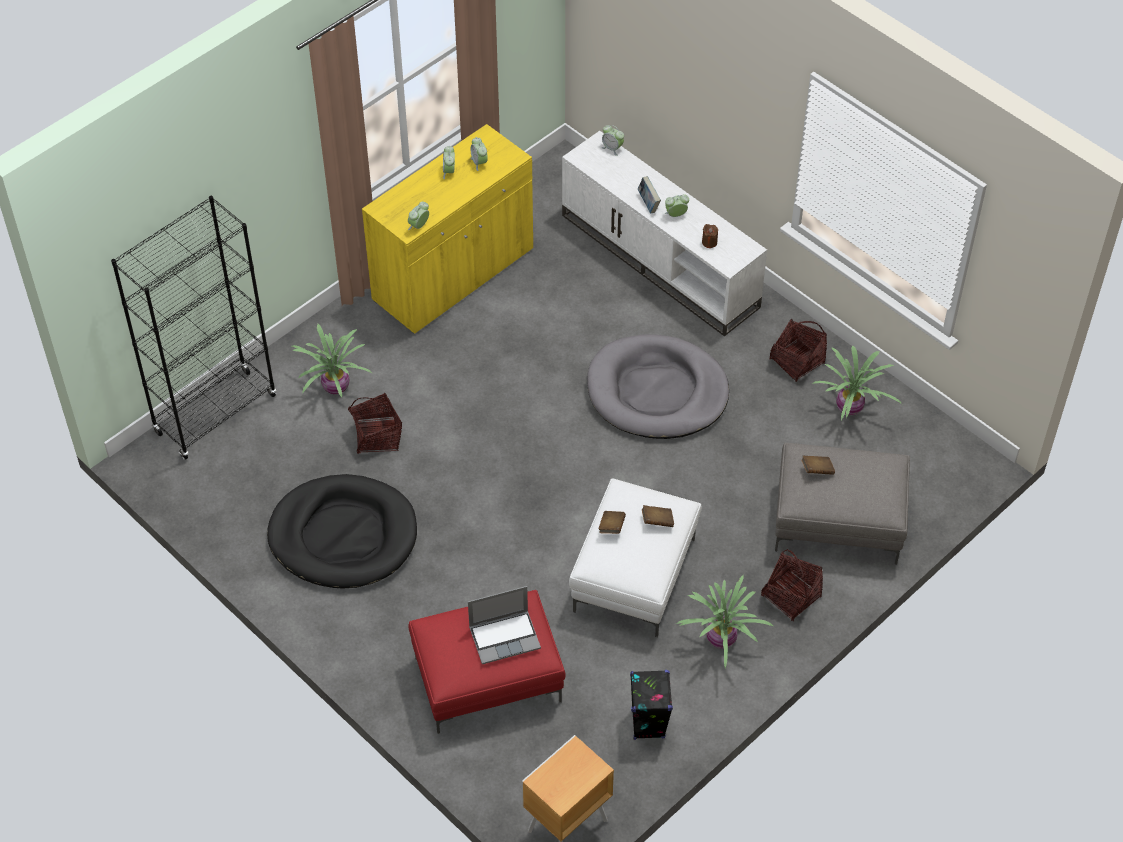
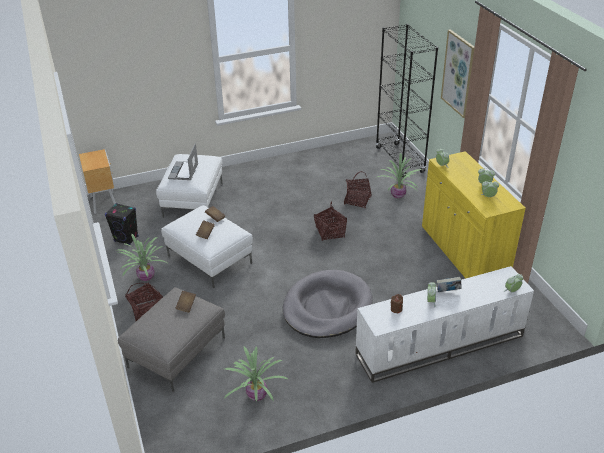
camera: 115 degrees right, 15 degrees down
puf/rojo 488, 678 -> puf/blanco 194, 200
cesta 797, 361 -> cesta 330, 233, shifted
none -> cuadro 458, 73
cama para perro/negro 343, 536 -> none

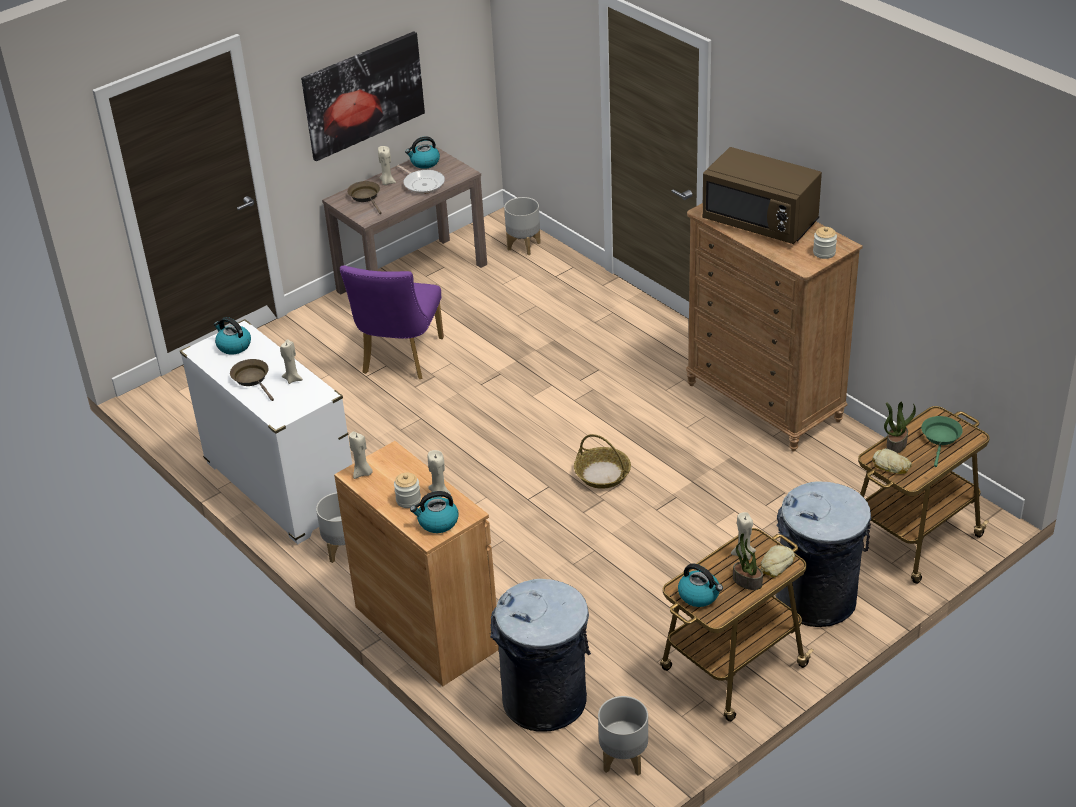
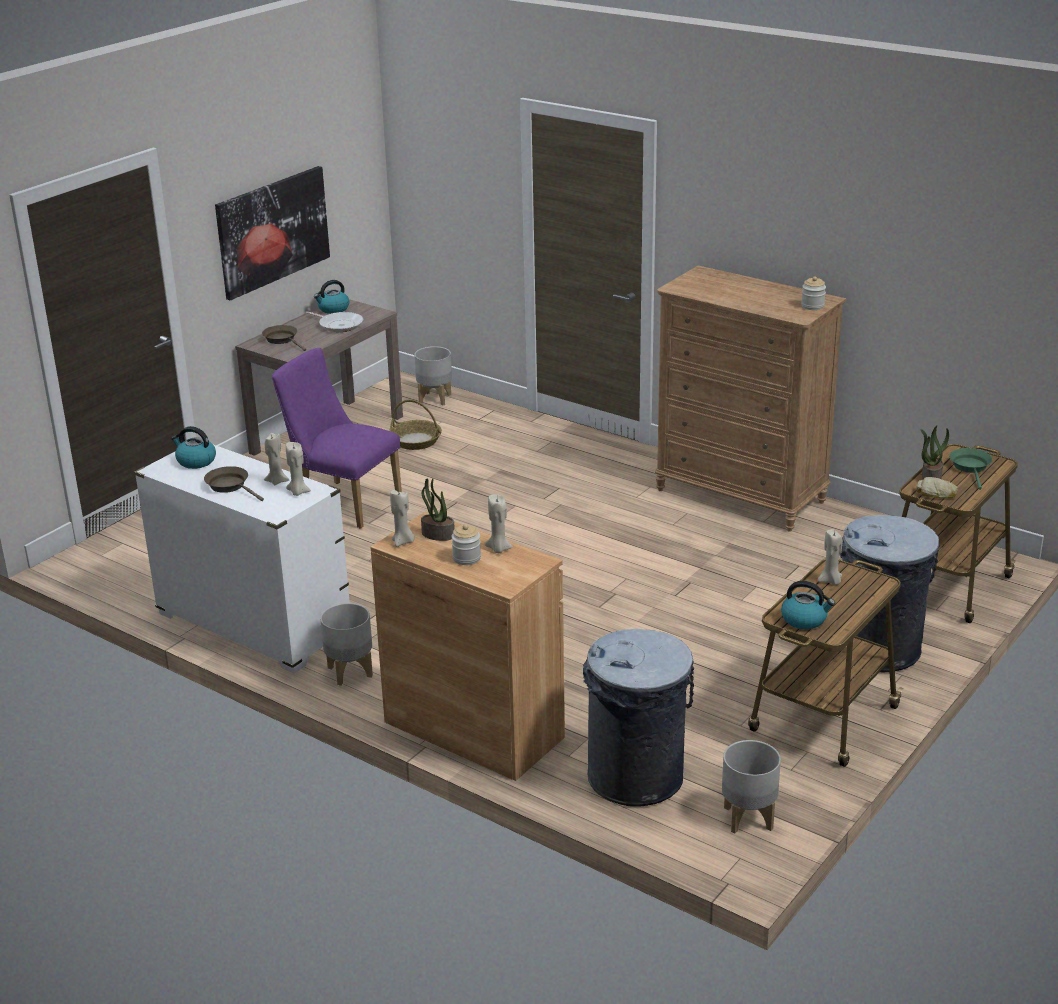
camera: 15 degrees left, 10 degrees down
silla/morado 400, 360 -> silla/morado 342, 502, 120 degrees clockwise
vela/beis 387, 182 -> vela/beis 298, 492, shifted
cesta 602, 474 -> cesta 415, 441, shifted
planta en maceta 746, 581 -> planta en maceta 437, 535, shifted
hervidor 437, 522 -> none
microondas/marrón 761, 222 -> none
pan 775, 564 -> none

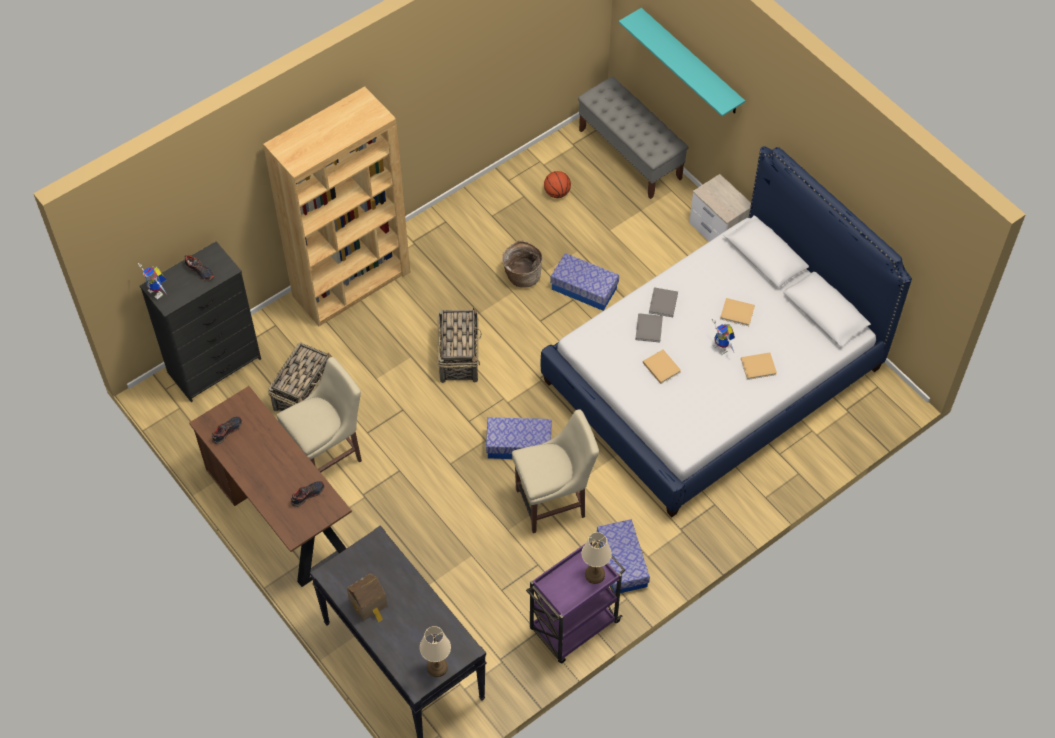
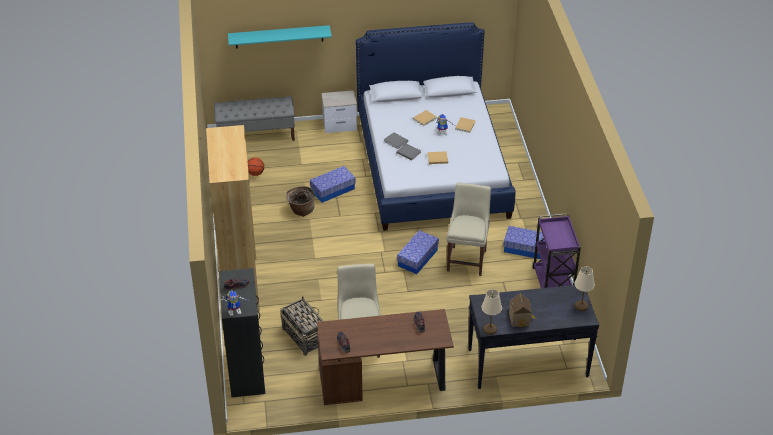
camera: 60 degrees left, 15 degrees down
lámpara de mesa/beis 595, 574 -> lámpara de mesa/beis 490, 329, shifted
cesta 459, 356 -> none

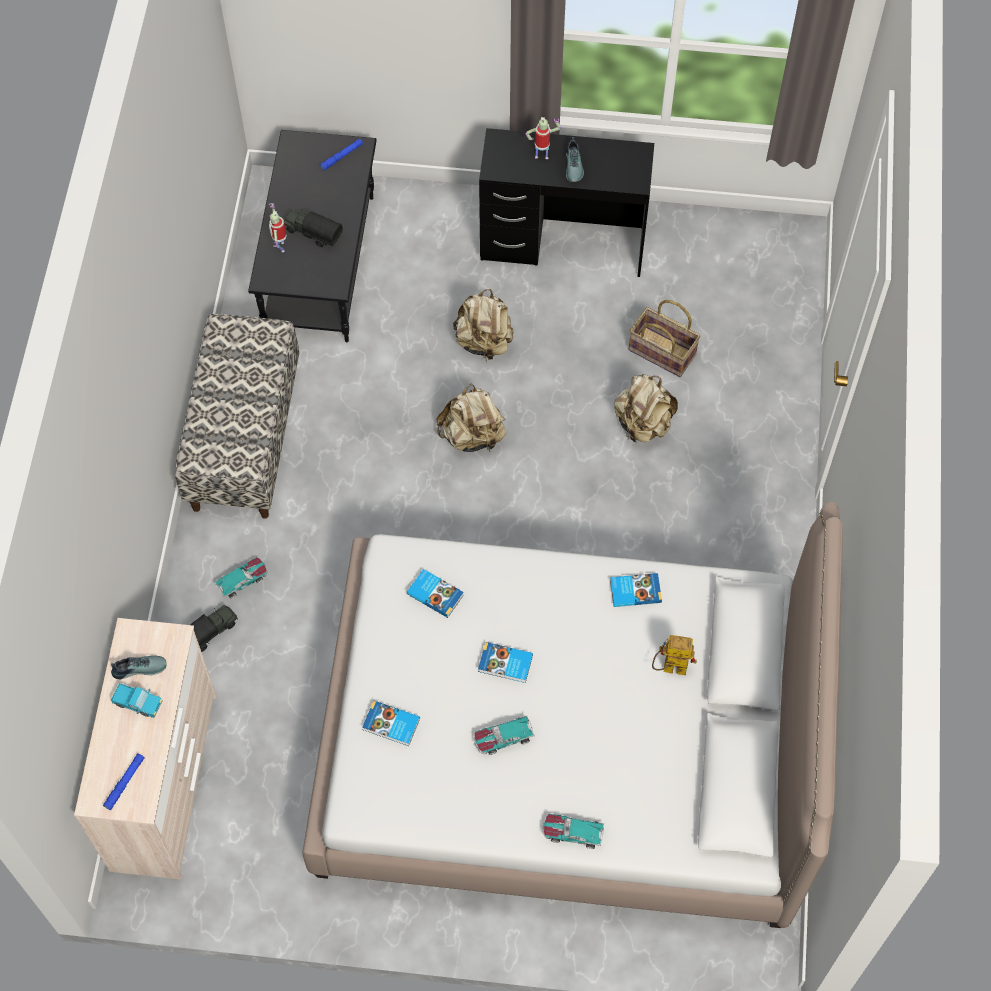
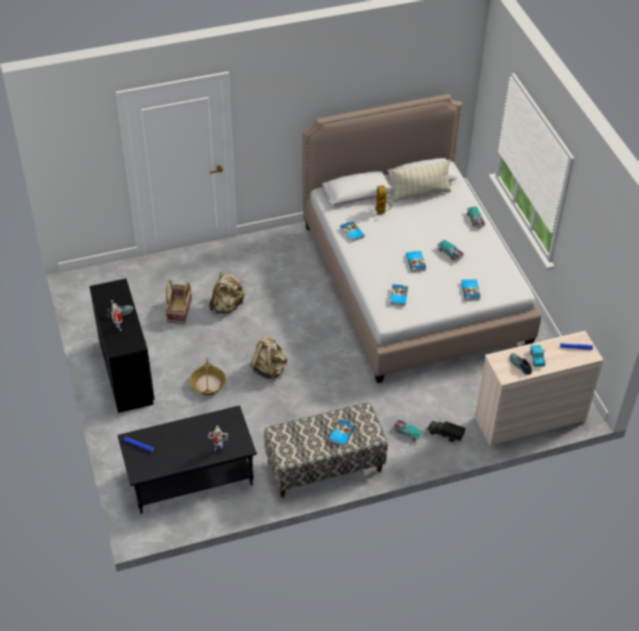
camera: 115 degrees left, 15 degrees down
mochila/beis 484, 341 -> cesta 208, 384
none -> libro 341, 433
none -> cojín 420, 193
camión de juguete 312, 233 -> none

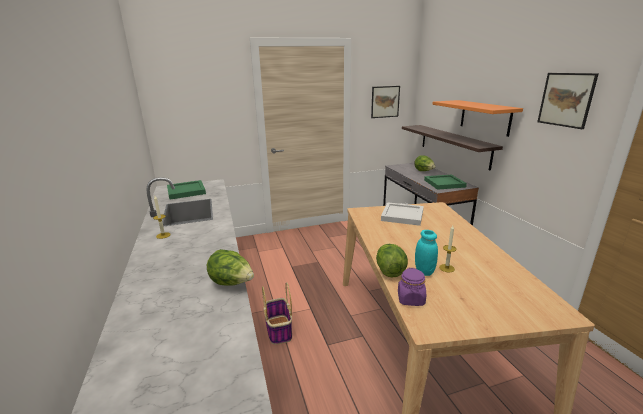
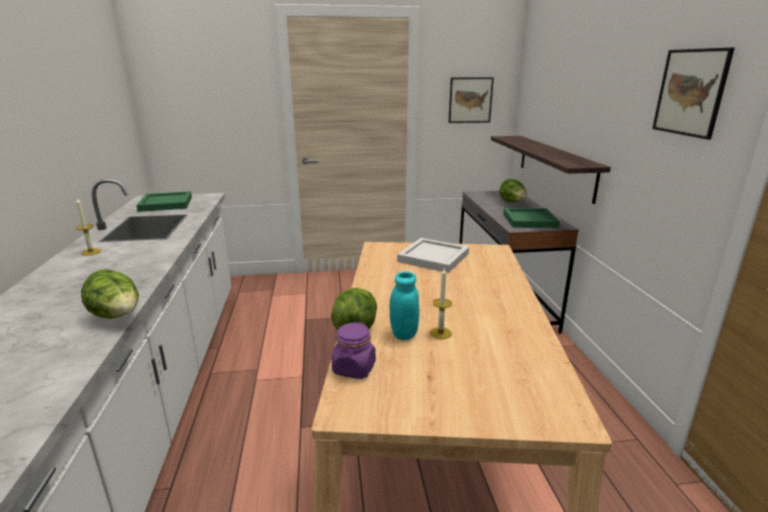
camera: 10 degrees right, 0 degrees up
cesta 278, 329 -> none
estante/naranja 485, 117 -> none

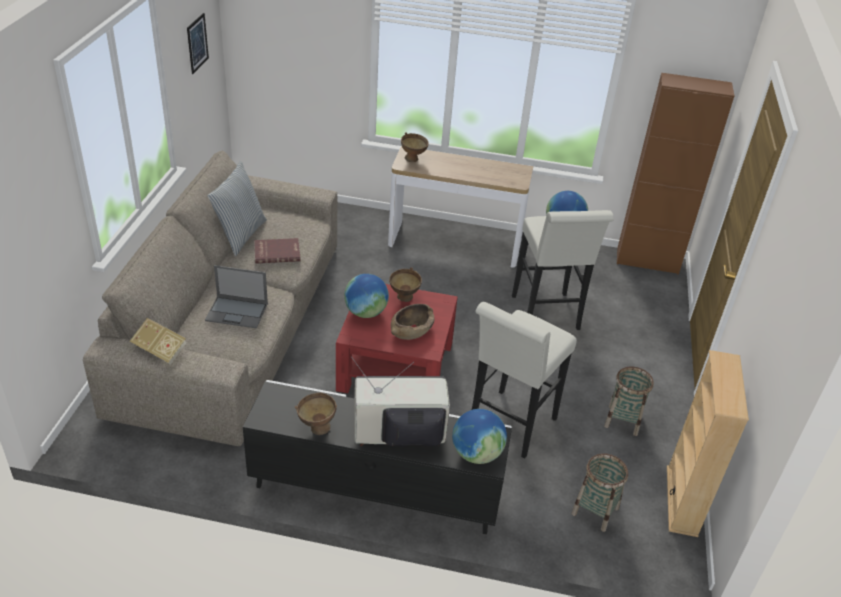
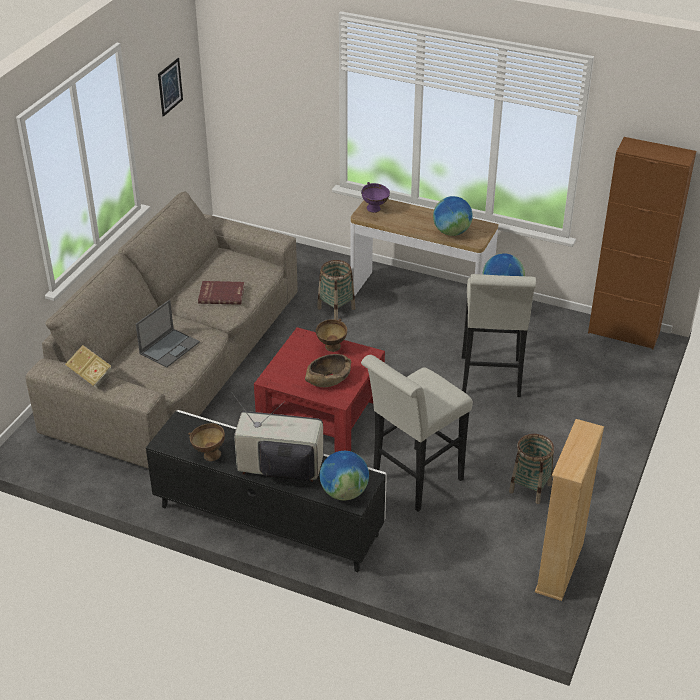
camera: 15 degrees right, 0 degrees up
portátil 237, 312 -> portátil 170, 347, 75 degrees counterclockwise
cesta 595, 511 -> cesta 336, 308, shifted
cuenco/marrón 413, 160 -> cuenco/morado 375, 210
globo terráqueo 366, 313 -> globo terráqueo 451, 232, shifted
cojín 240, 235 -> none

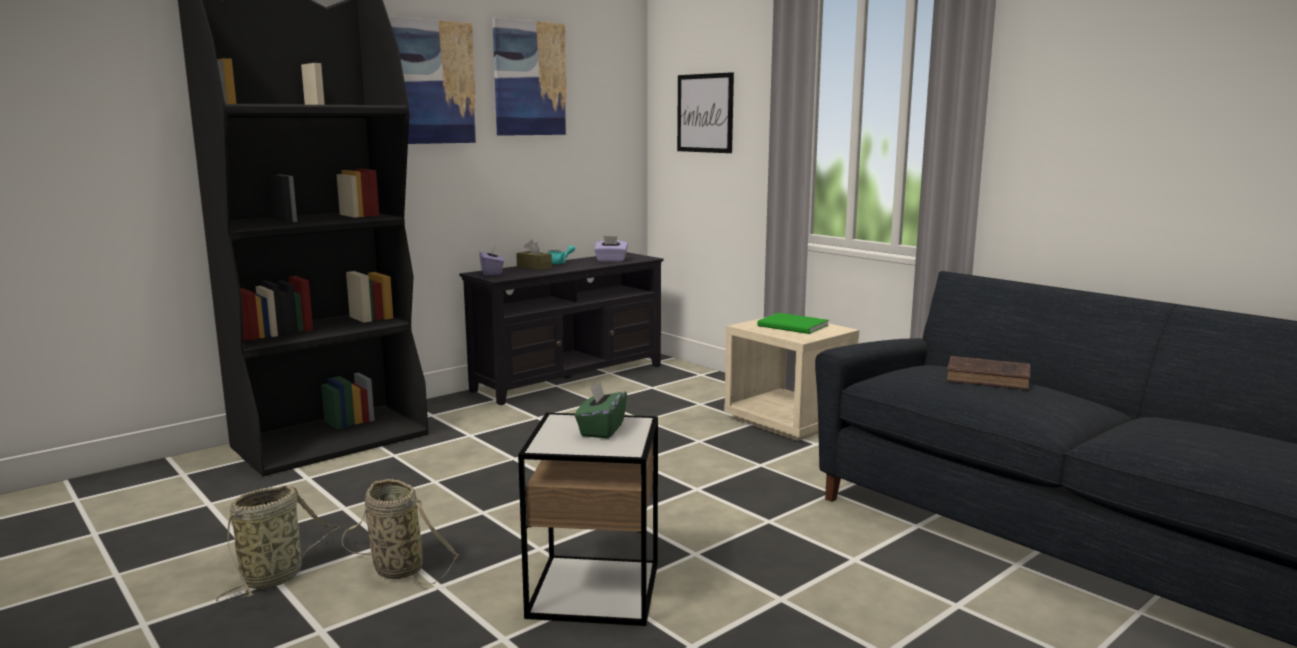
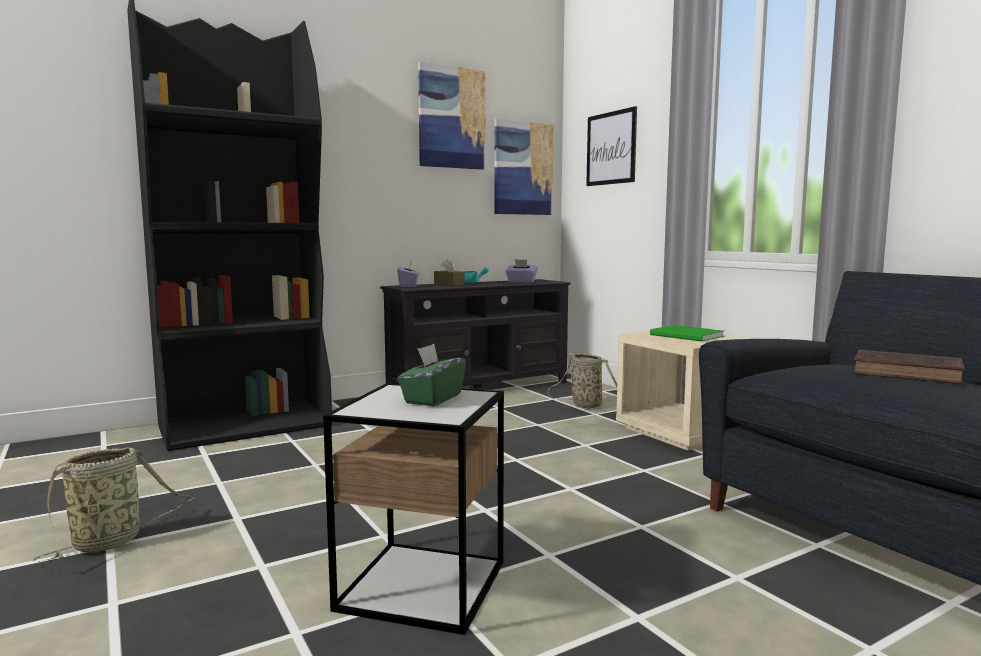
camera: 10 degrees right, 5 degrees down
cuadro 433, 82 -> cuadro 523, 168, shifted
cesta 395, 568 -> cesta 584, 405, shifted

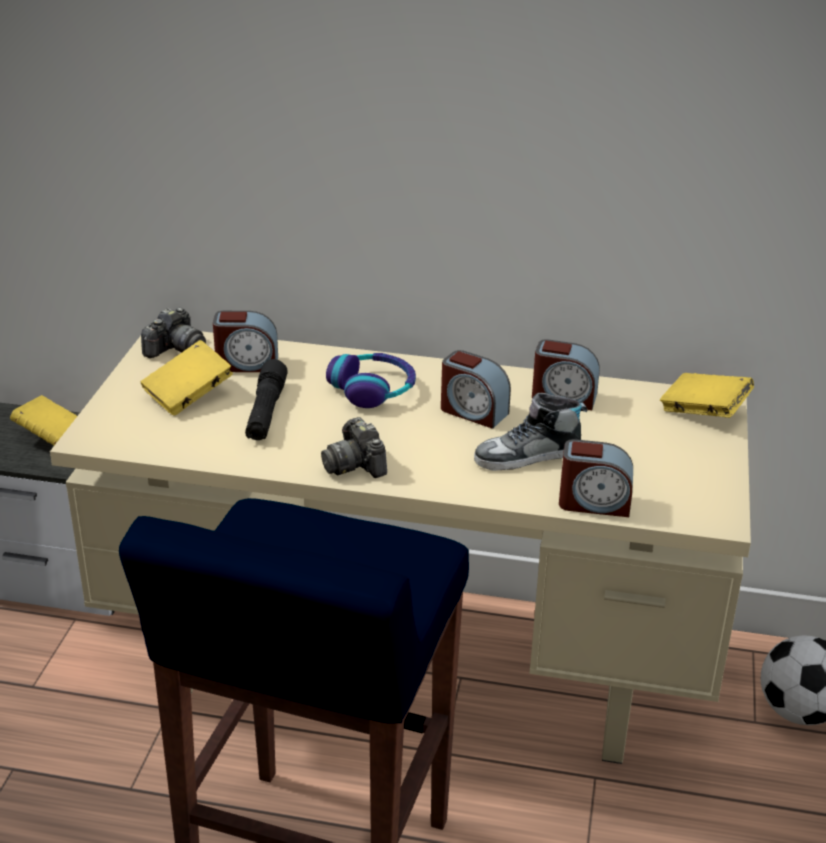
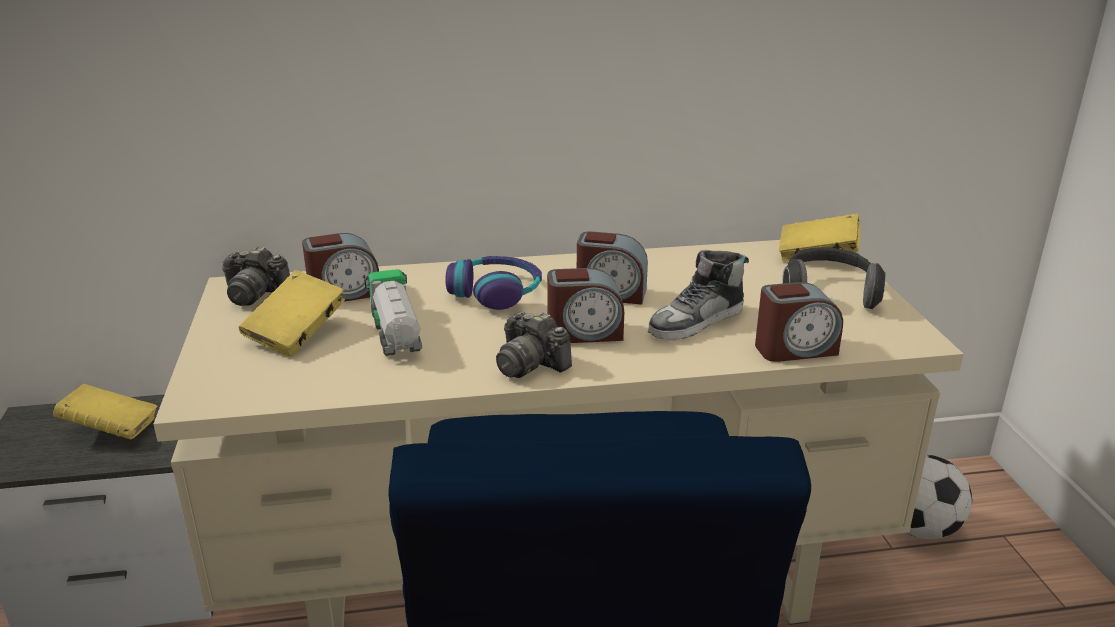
camera: 20 degrees left, 5 degrees down
cámara 175, 349 -> cámara 255, 294, 90 degrees clockwise
linterna/negro 266, 412 -> camión de juguete 396, 333
despertador 563, 397 -> despertador 584, 333, shifted
none -> auriculares 828, 293

